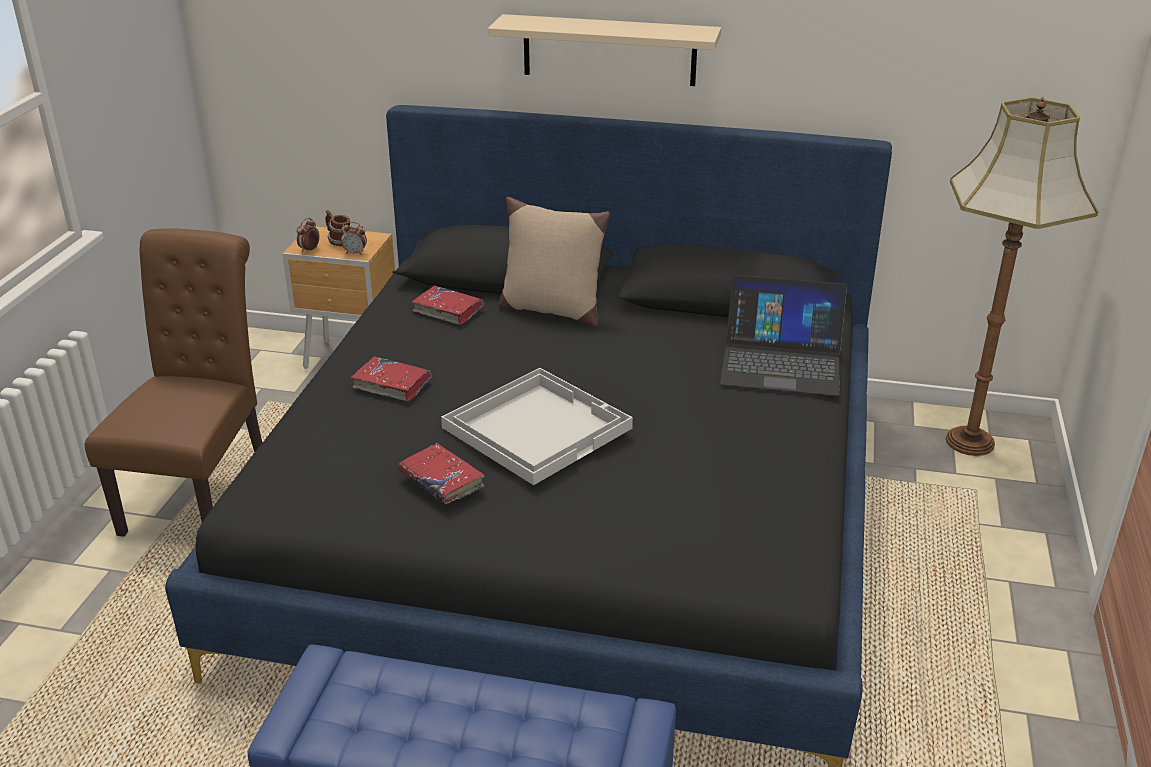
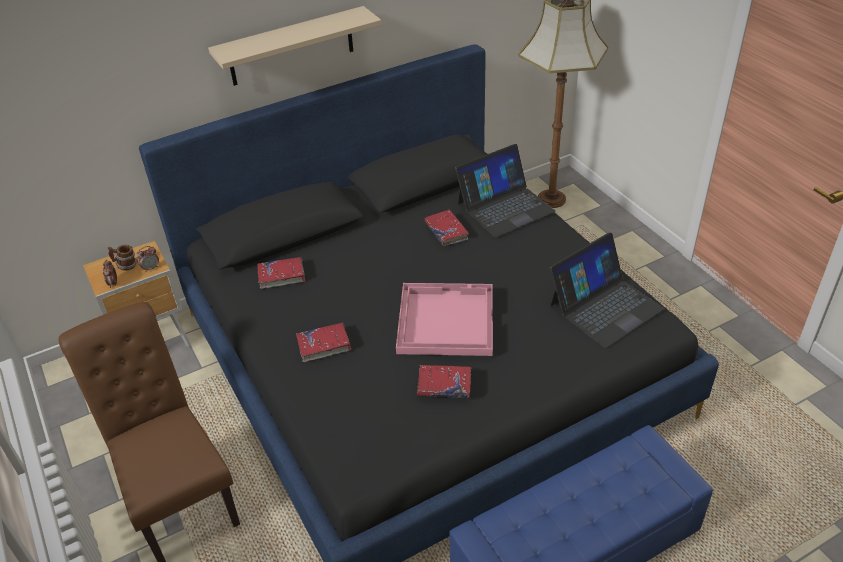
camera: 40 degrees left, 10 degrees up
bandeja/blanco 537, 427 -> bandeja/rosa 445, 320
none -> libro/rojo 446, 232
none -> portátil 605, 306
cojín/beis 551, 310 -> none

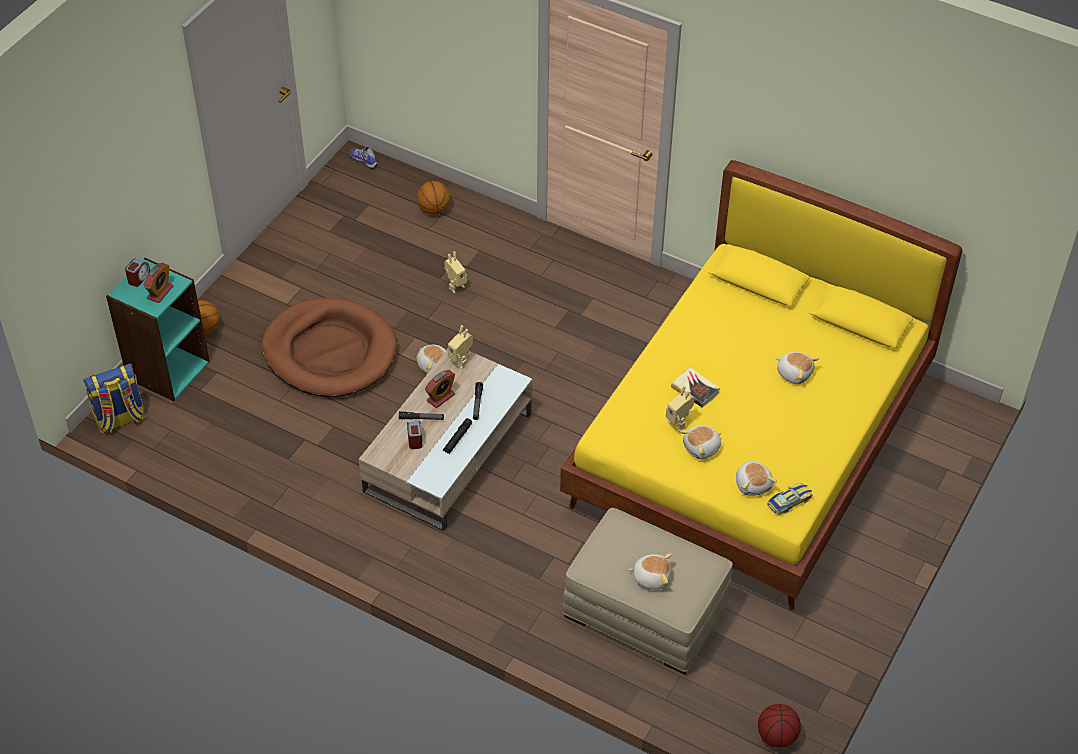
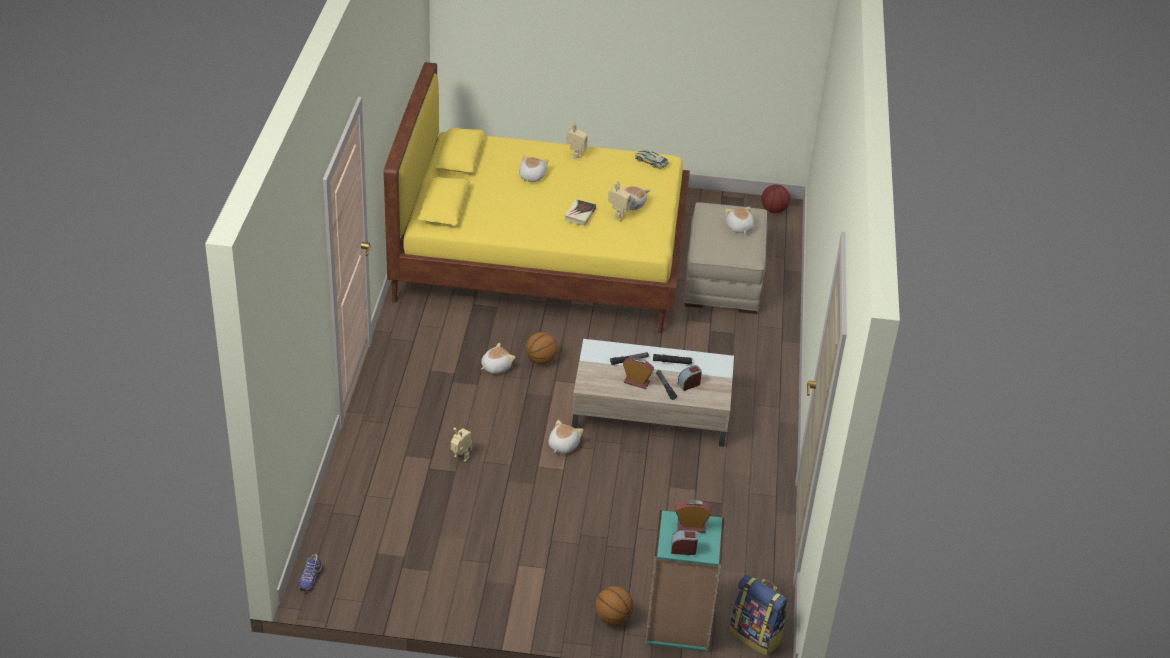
camera: 115 degrees left, 10 degrees down
peluche 753, 484 -> peluche 495, 367, shifted
balón de baloncesto 434, 209 -> balón de baloncesto 540, 360, shifted
robot de juguete 461, 361 -> robot de juguete 575, 156, shifted
cama para perro/marrón 330, 352 -> none

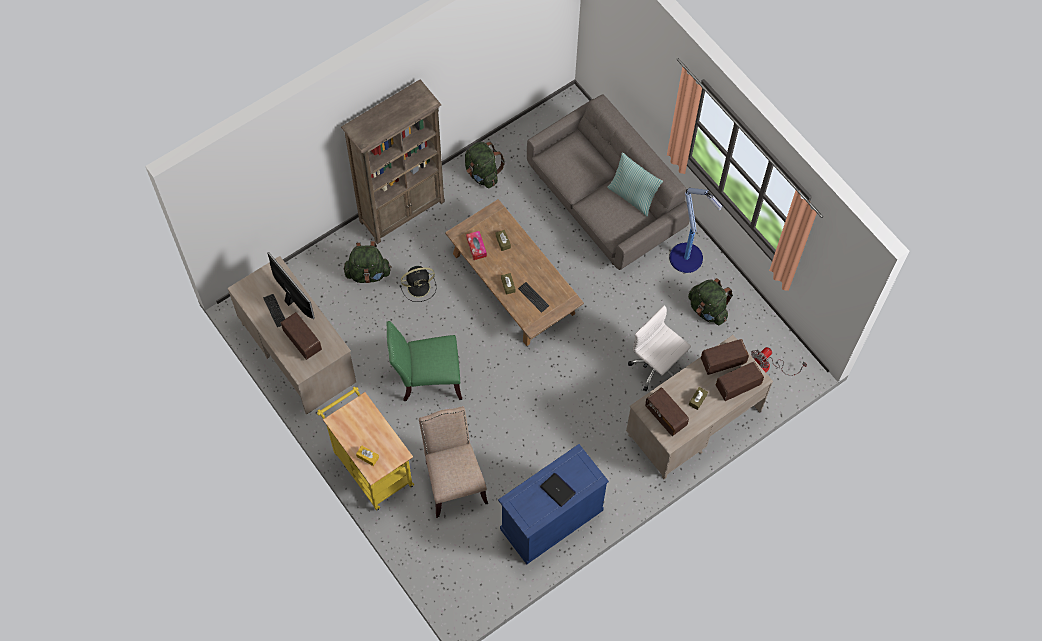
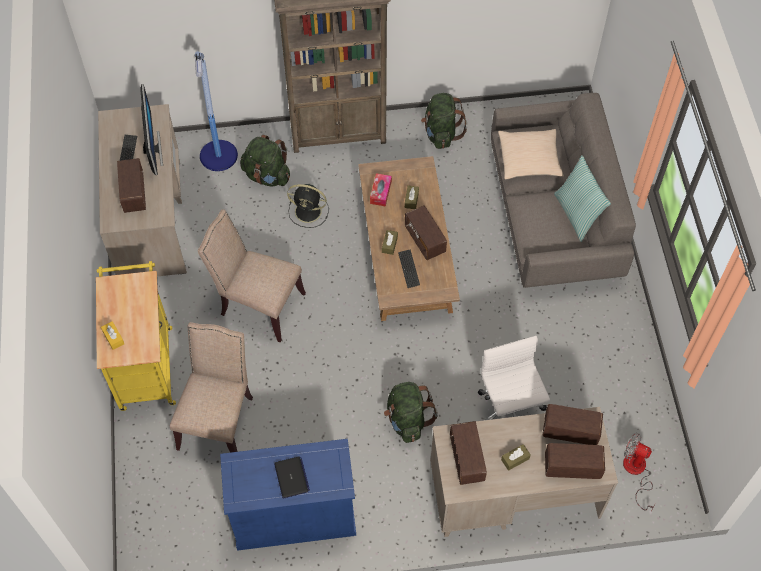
camera: 30 degrees right, 5 degrees down
lámpara de pie 687, 259 -> lámpara de pie 219, 157, shifted
silla/verde 427, 379 -> silla/beis 258, 305
mochila/verde 708, 309 -> mochila/verde 407, 419, shifted
none -> radio 425, 240
none -> cojín/beis 529, 159
ventilador 767, 367 -> ventilador 636, 472, 45 degrees clockwise

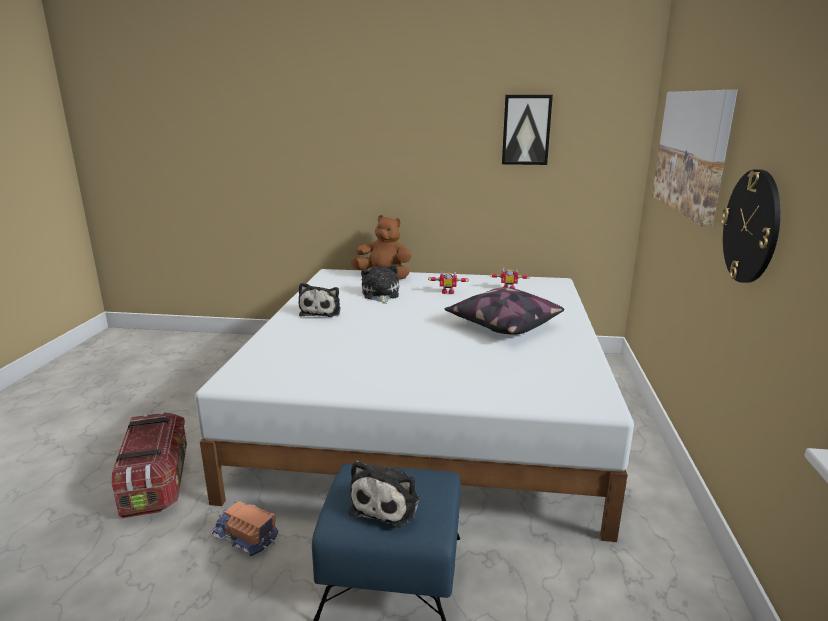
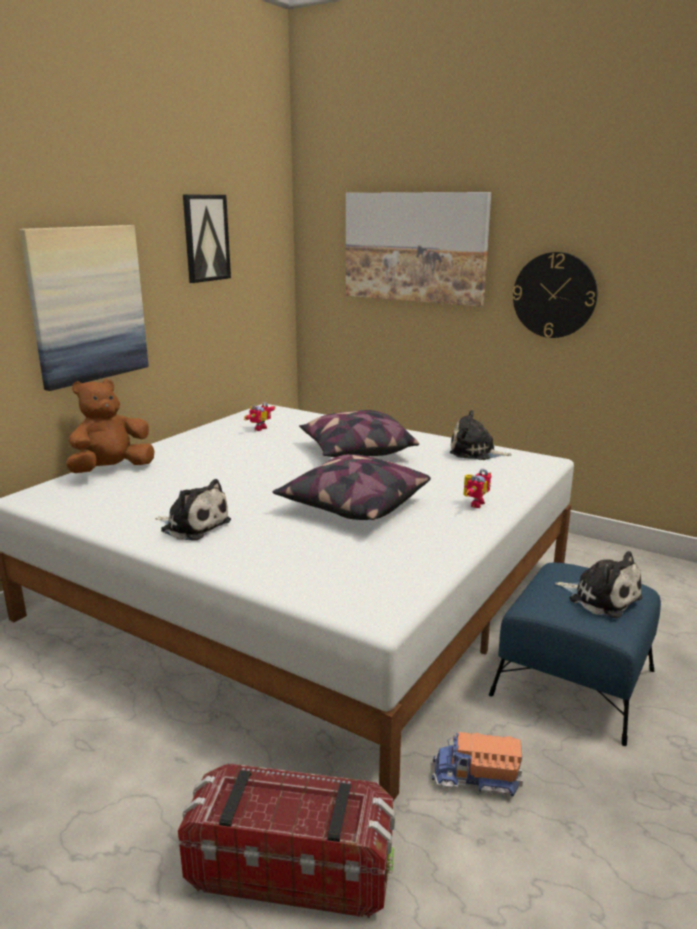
camera: 65 degrees left, 0 degrees up
none -> cuadro 87, 304
none -> cojín 352, 506
camión de juguete 245, 538 -> camión de juguete 476, 778, 45 degrees clockwise
peluche 380, 295 -> peluche 475, 452, shifted
robot de juguete 448, 292 -> robot de juguete 474, 503, shifted

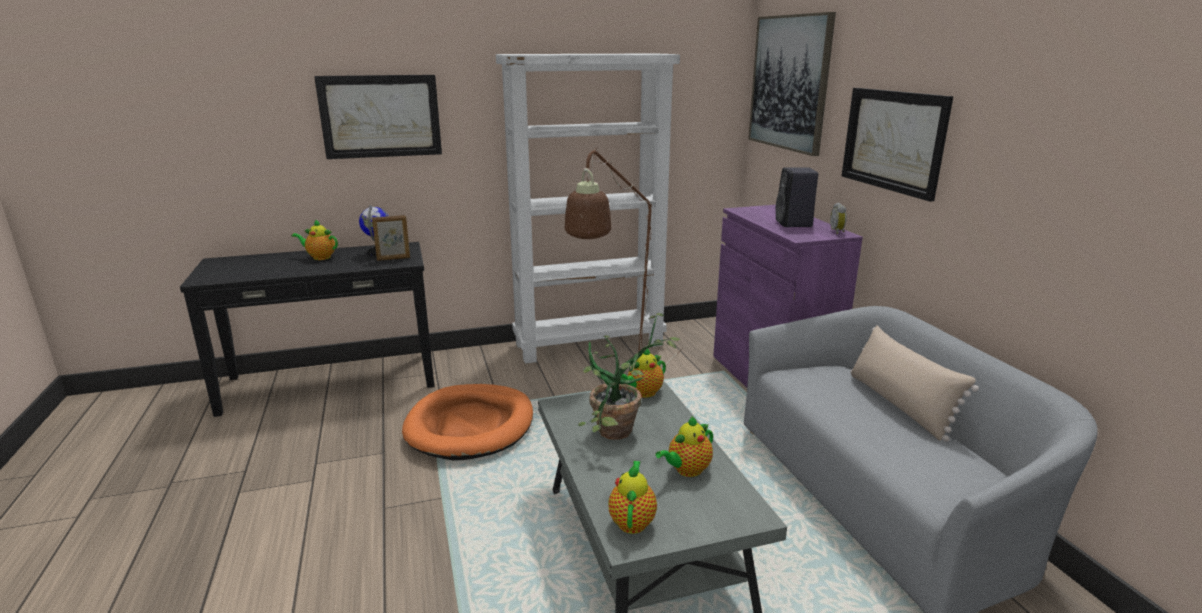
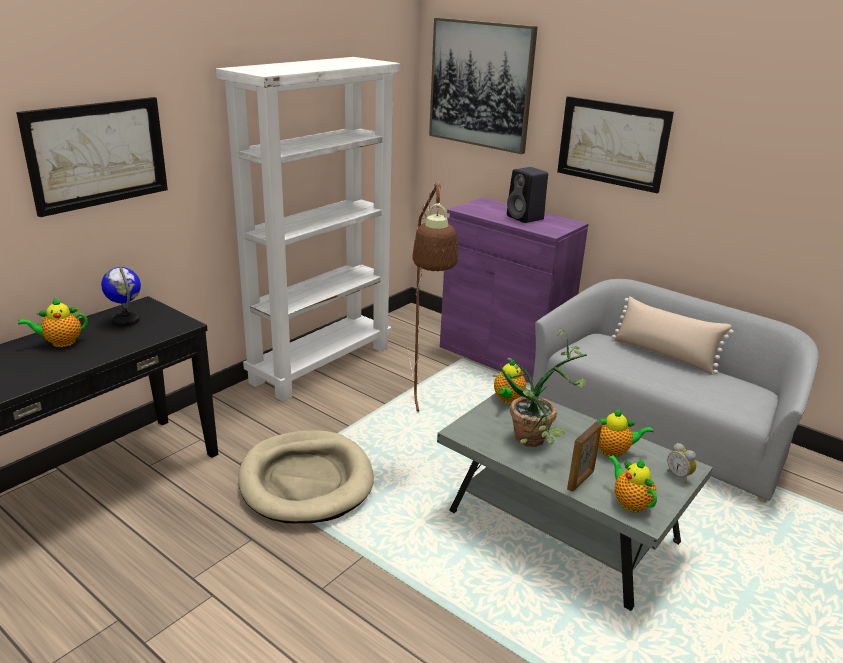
camera: 35 degrees left, 5 degrees up
cama para perro/naranja 470, 426 -> cama para perro/beis 306, 481
portarretratos 393, 259 -> portarretratos 581, 480, shifted
tetera 687, 470 -> tetera 614, 451, 105 degrees counterclockwise
despertador 838, 232 -> despertador 679, 475, shifted

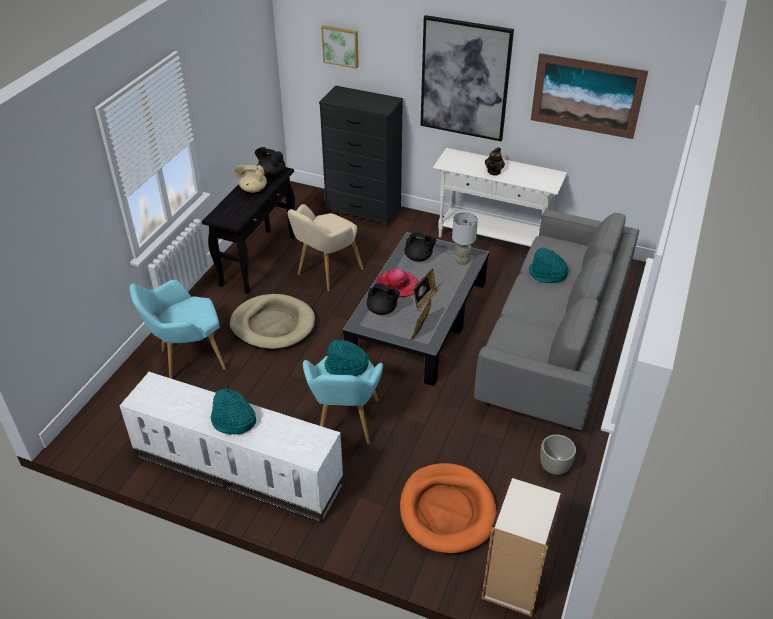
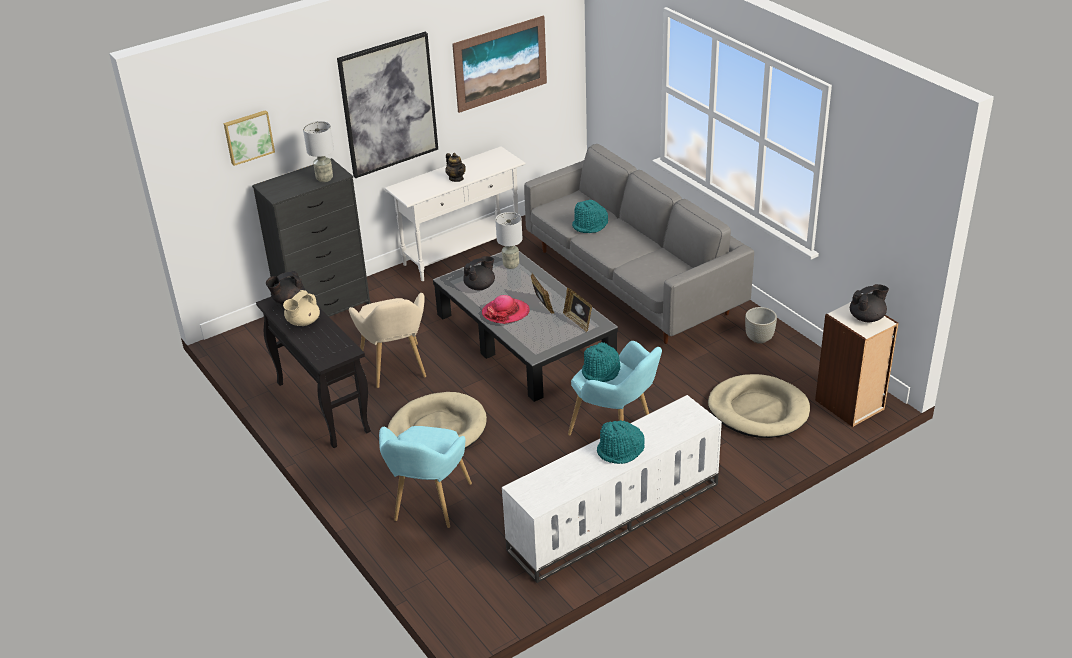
camera: 55 degrees left, 5 degrees down
none -> lámpara de mesa/gris 324, 178
cama para perro/naranja 447, 510 -> cama para perro/beis 758, 410
tetera/negro 382, 310 -> tetera/negro 867, 317, shifted

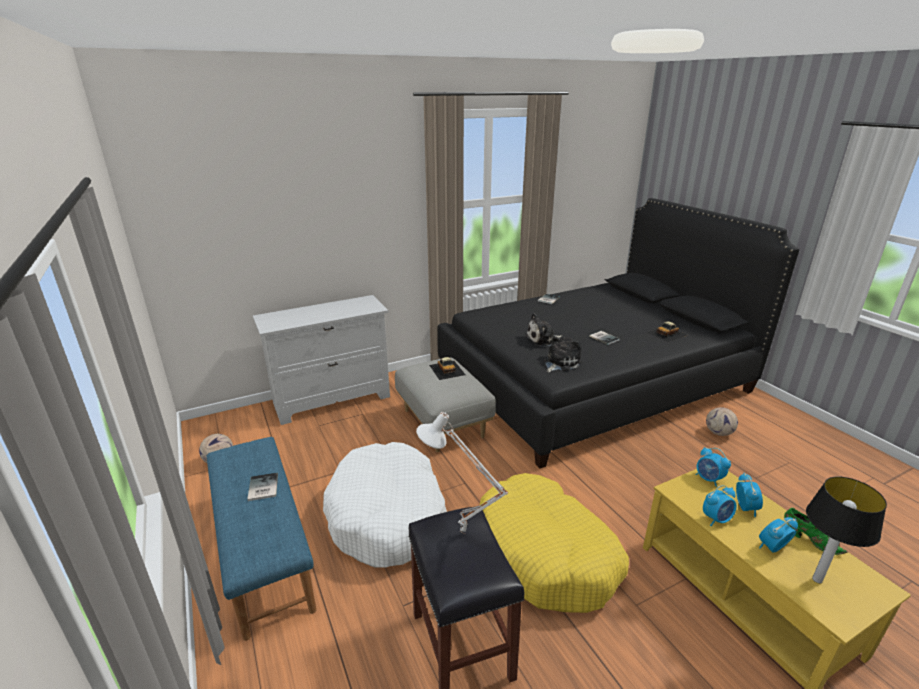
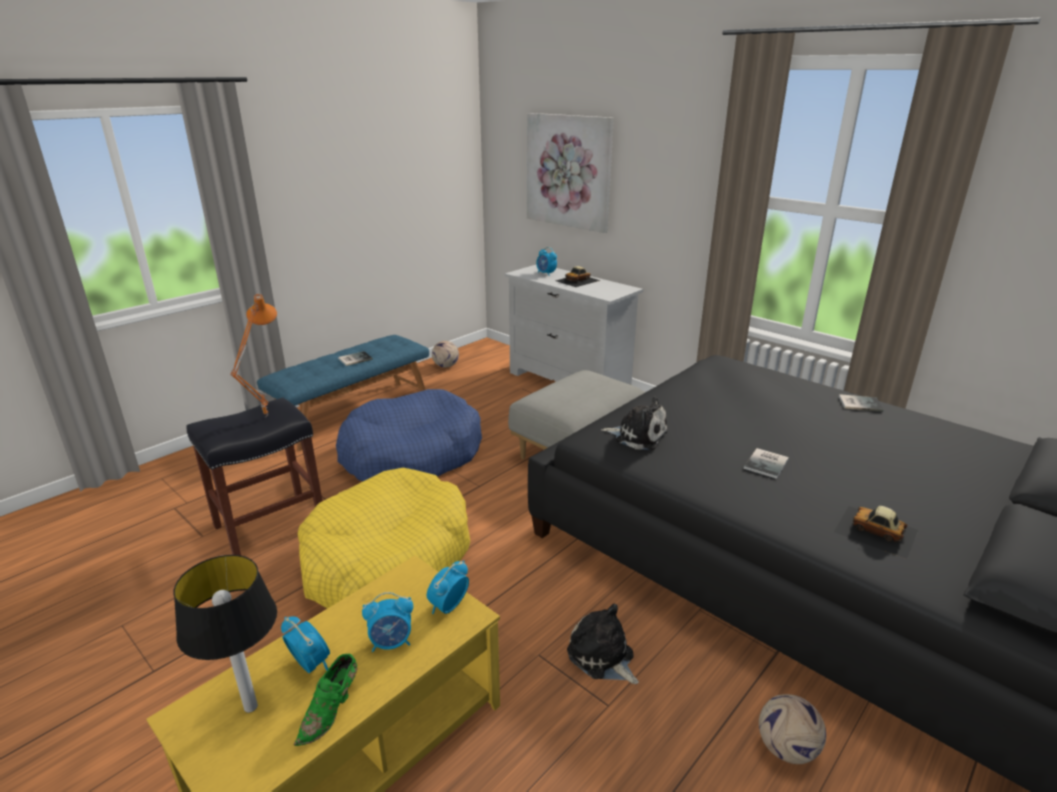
camera: 70 degrees right, 0 degrees up
lámpara de mesa/blanco 461, 534 -> lámpara de mesa/naranja 264, 416
cama para perro/blanco 388, 516 -> cama para perro/azul 411, 454
none -> cuadro 568, 171
despertador 716, 519 -> despertador 546, 274, shifted
coche de juguete 447, 369 -> coche de juguete 578, 280, shifted
peluche 543, 340 -> peluche 602, 657, shifted

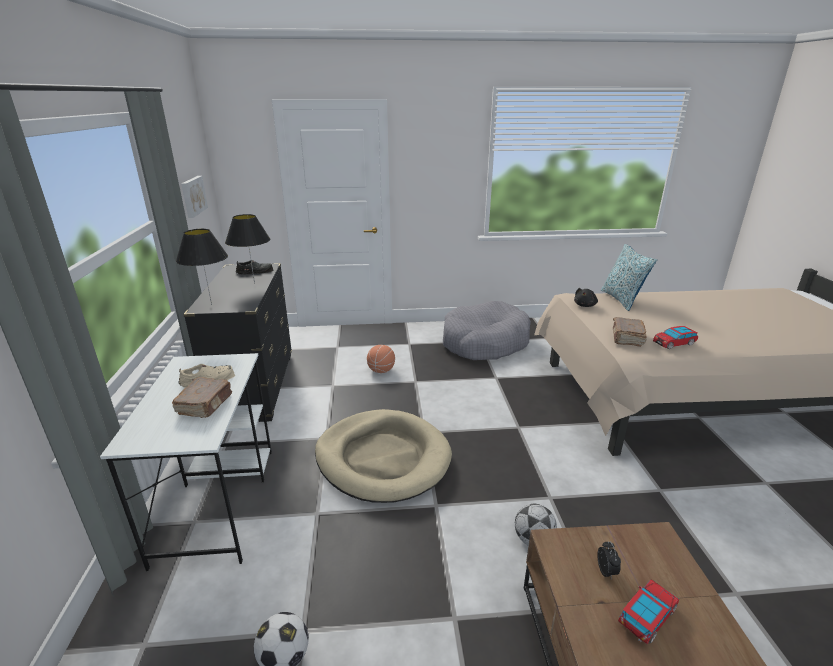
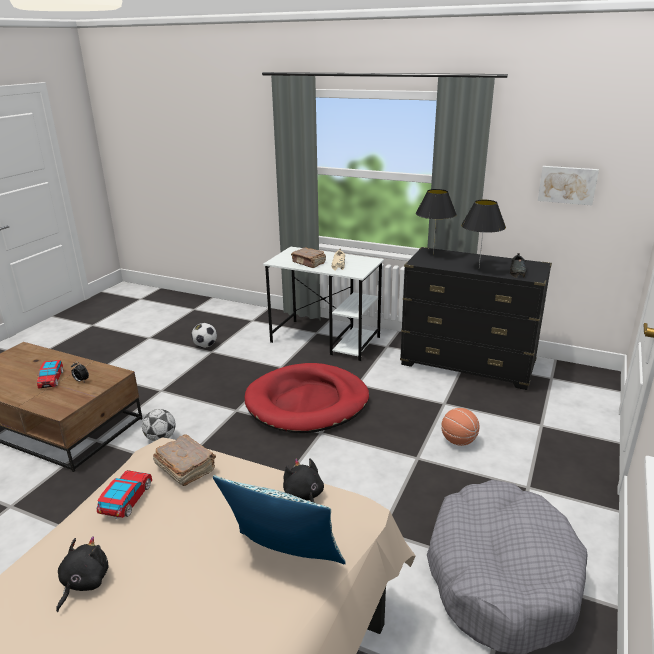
camera: 120 degrees right, 0 degrees up
none -> peluche/negro 83, 583
cama para perro/beis 382, 458 -> cama para perro/rojo 307, 402

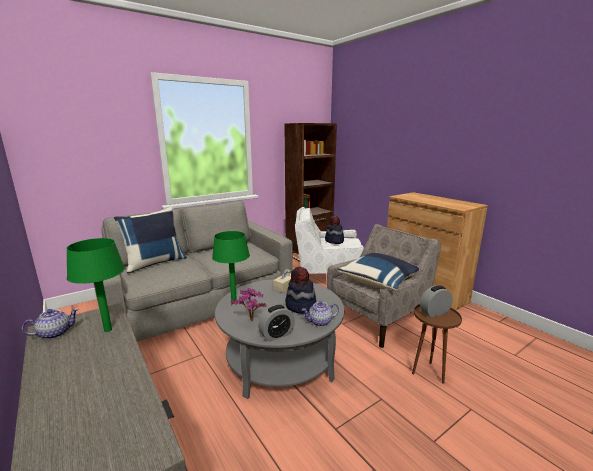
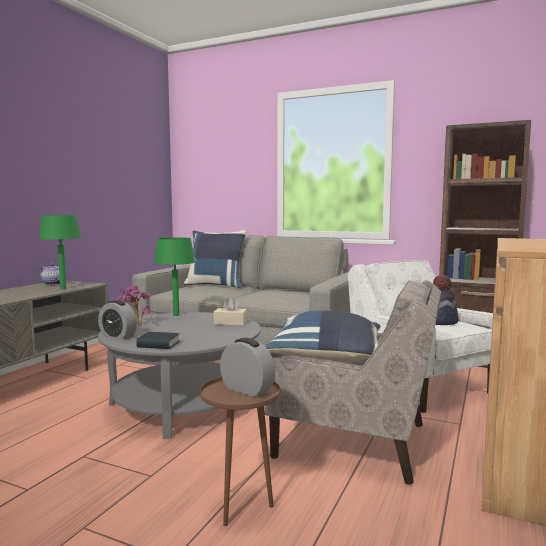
camera: 60 degrees right, 10 degrees down
tetera 320, 322 -> libro 158, 345
sombrero 300, 306 -> none

